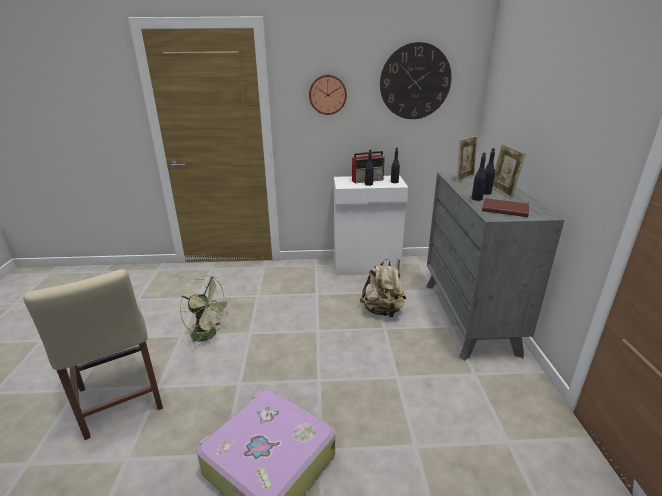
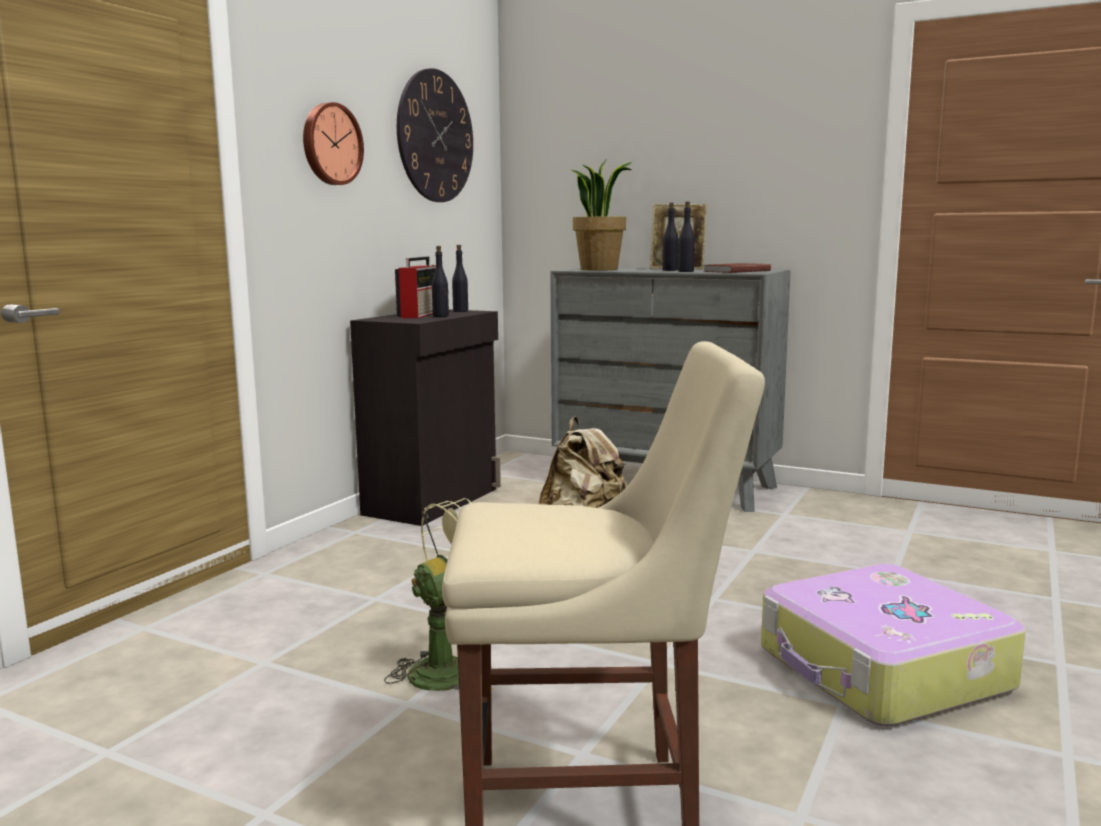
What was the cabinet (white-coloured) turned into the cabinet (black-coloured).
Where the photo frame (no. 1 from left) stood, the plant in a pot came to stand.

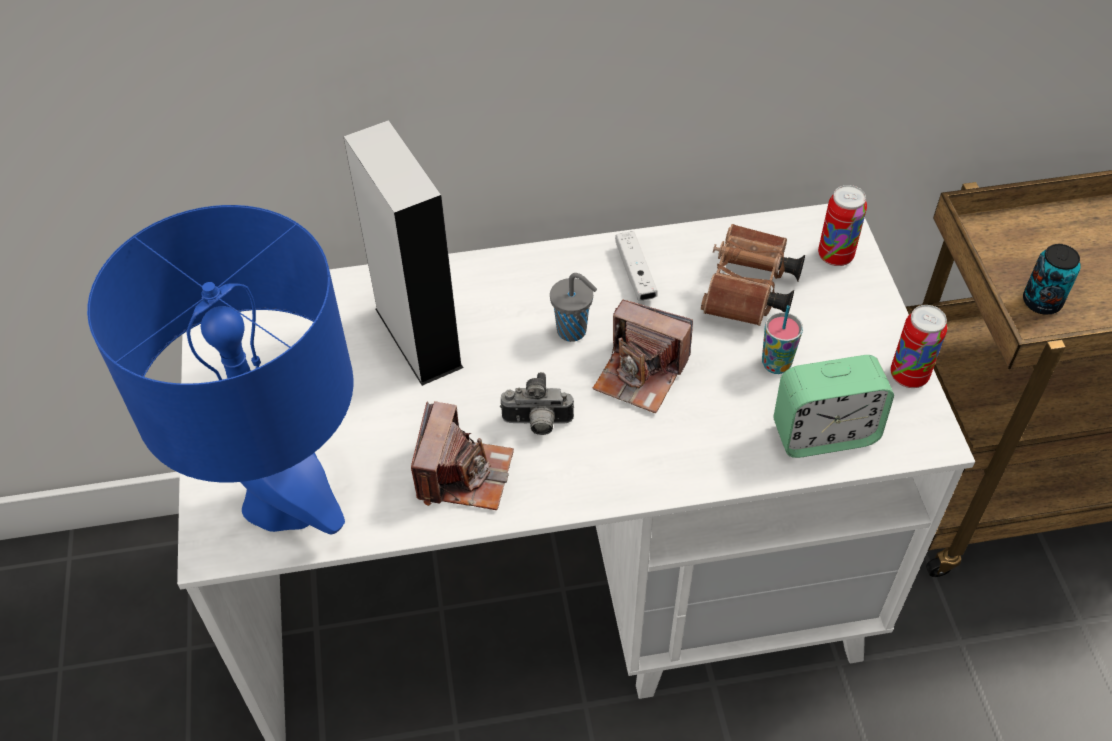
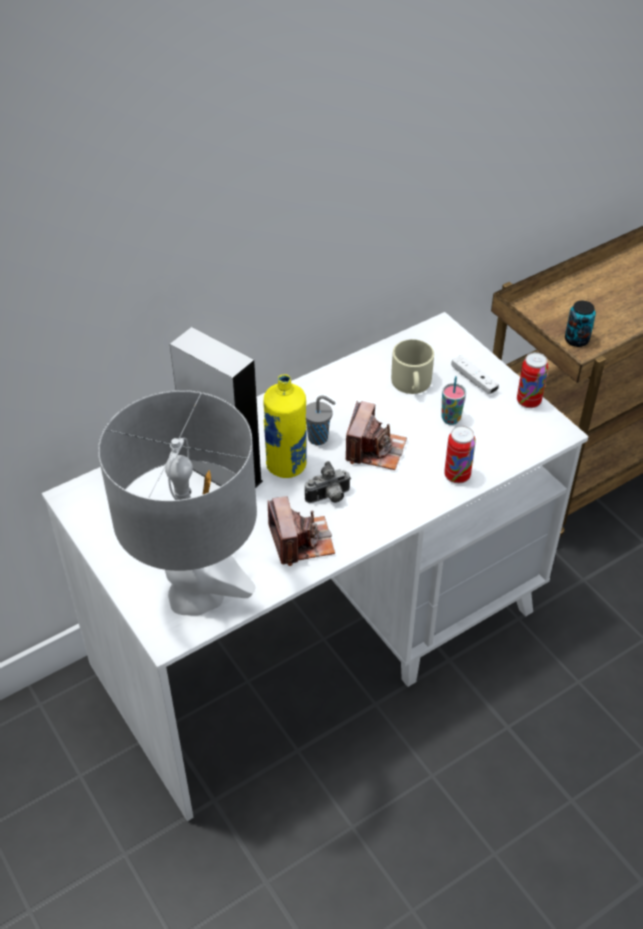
What was the table lamp (blue-coloured) turned into the table lamp (gray).
The second view gained the bottle (yellowish).
The photo camera (no. 3 from left) ended up facing another way, 75 degrees counterclockwise from before.
Where the field glasses (brownish) stood, the coffee mug (beige-coloured) came to stand.
The sealed can (no. 1 from left) ended up elsewhere.
The joypad (white-coloured) ended up elsewhere.
The second view lost the bedside clock.

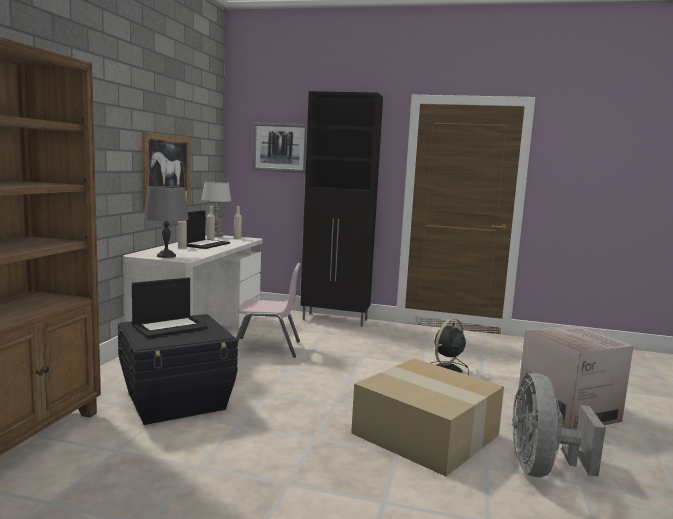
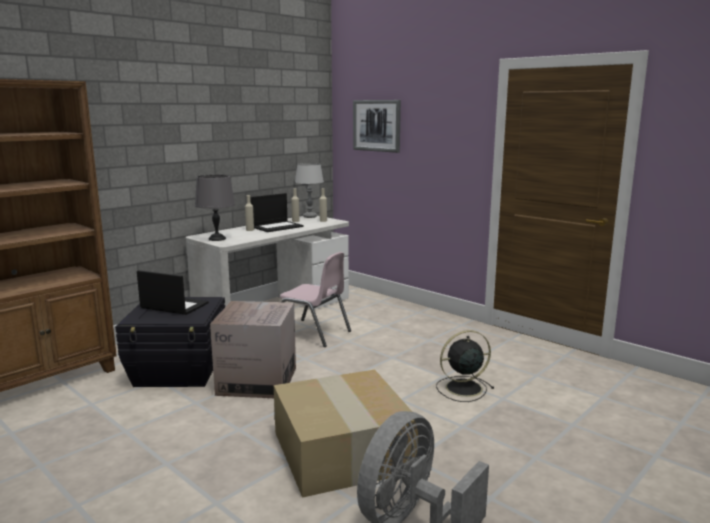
The notebook computer (no. 1 from left) ended up facing another way, 150 degrees counterclockwise from before.
The cardboard box (no. 2 from left in the first image) ended up elsewhere.
The second view lost the wall art (no. 1 from left).
The second view lost the cabinet (black-coloured).

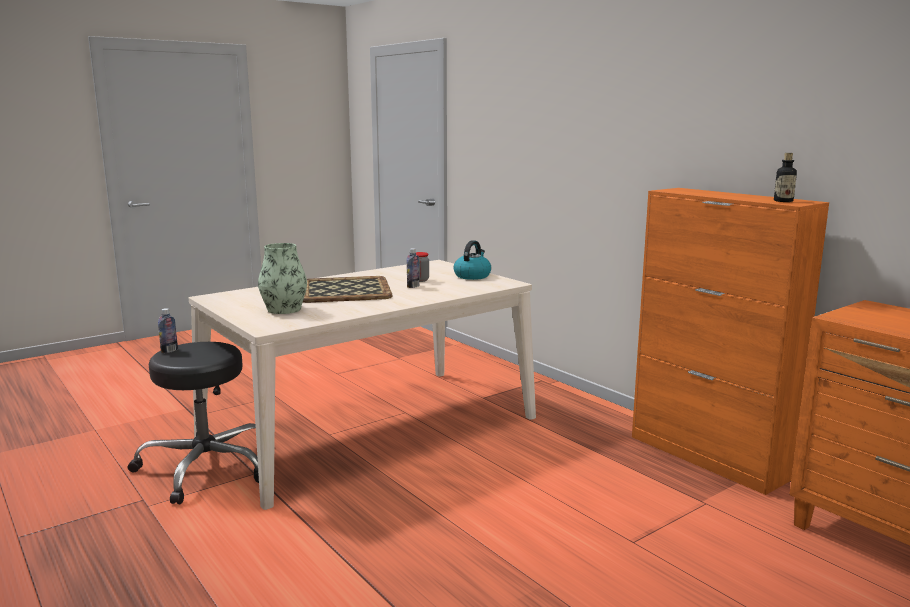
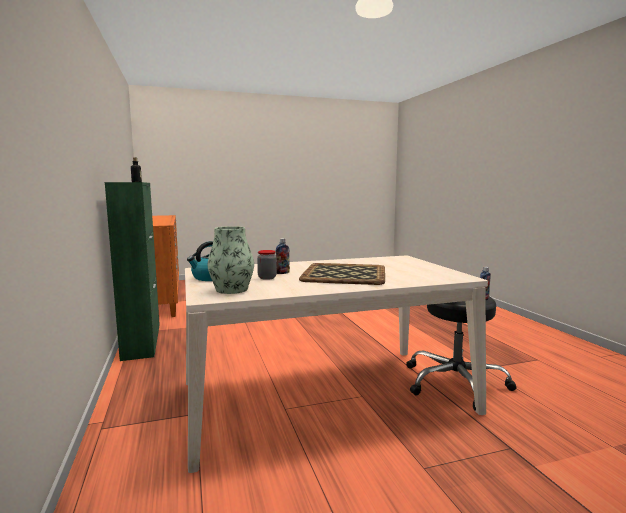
What was the cabinet (orange) turned into the cabinet (green).
The flower vase ended up elsewhere.

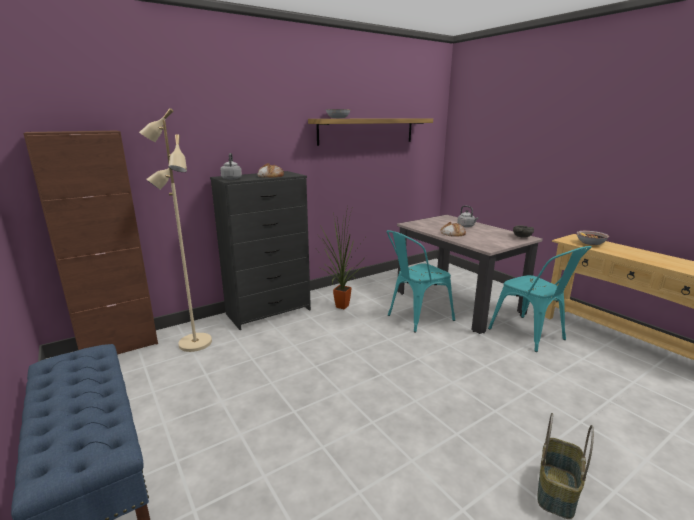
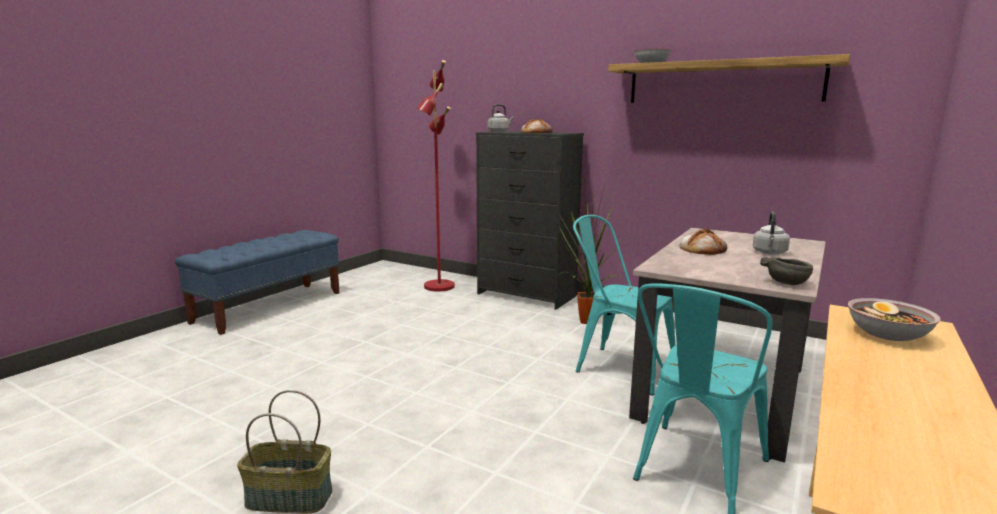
What was the standard lamp (beige-coloured) turned into the standard lamp (red).
The second view lost the cabinet (brownish).

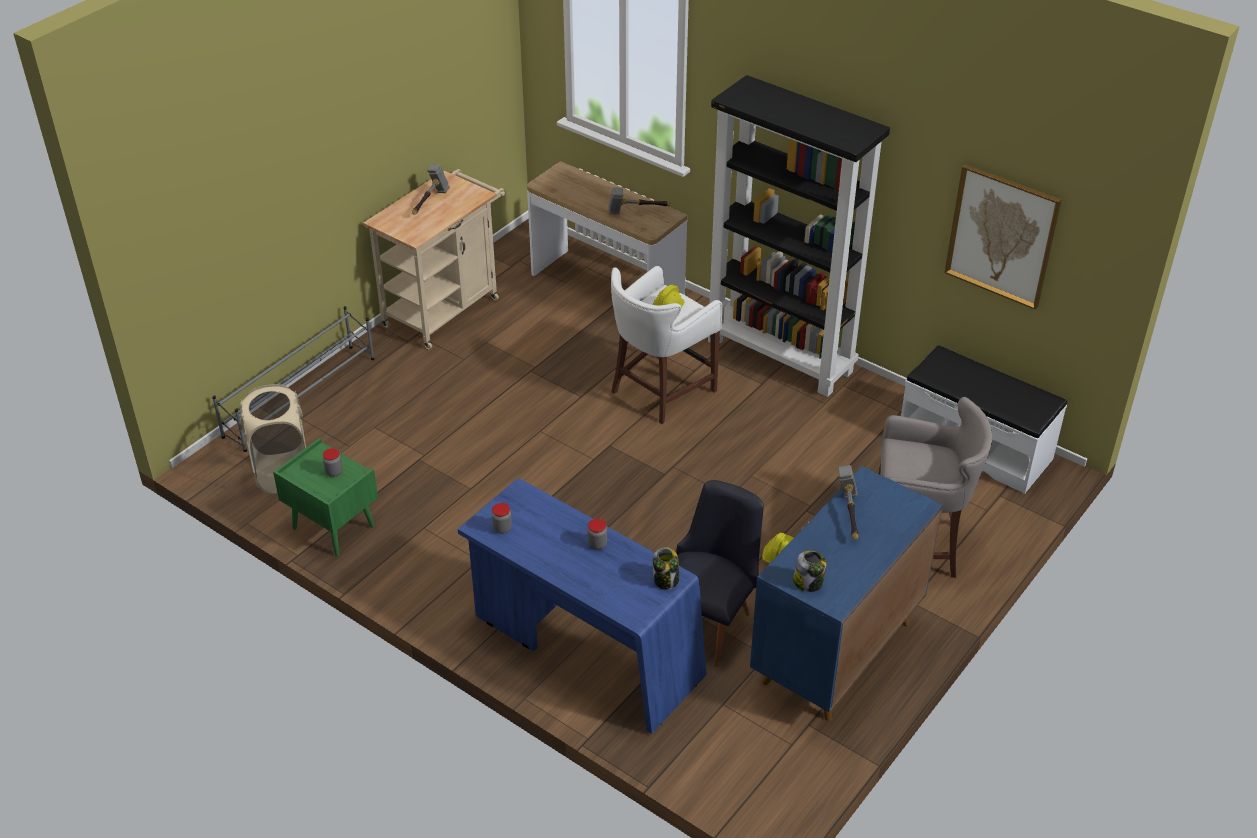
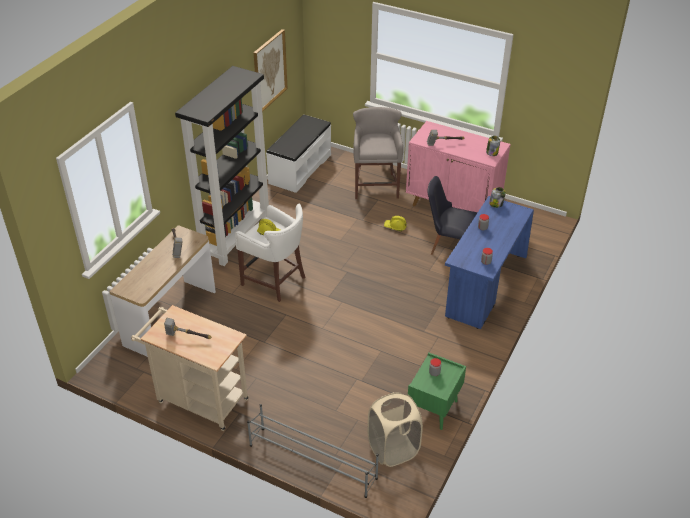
What was the cabinet (blue-coloured) turned into the cabinet (pink).

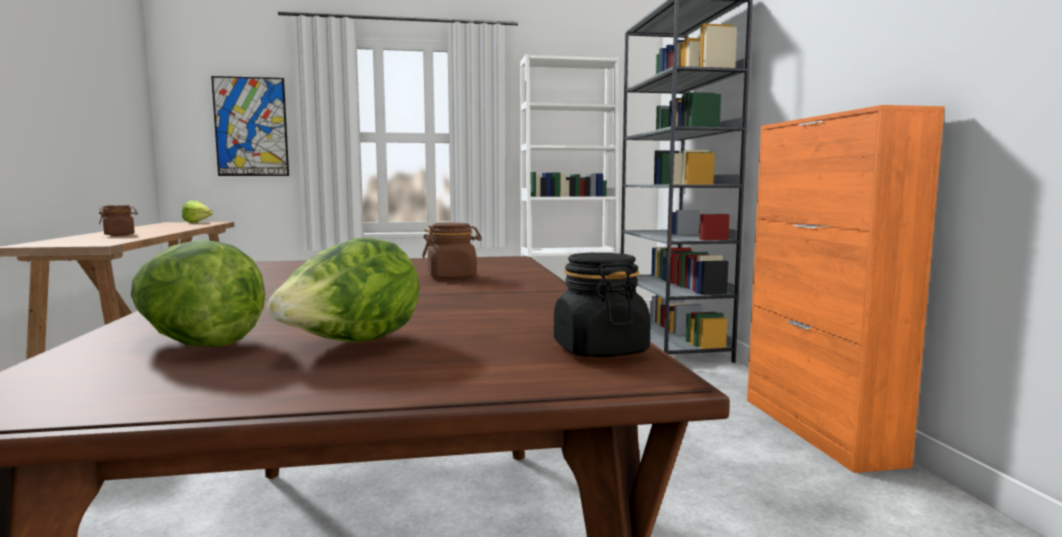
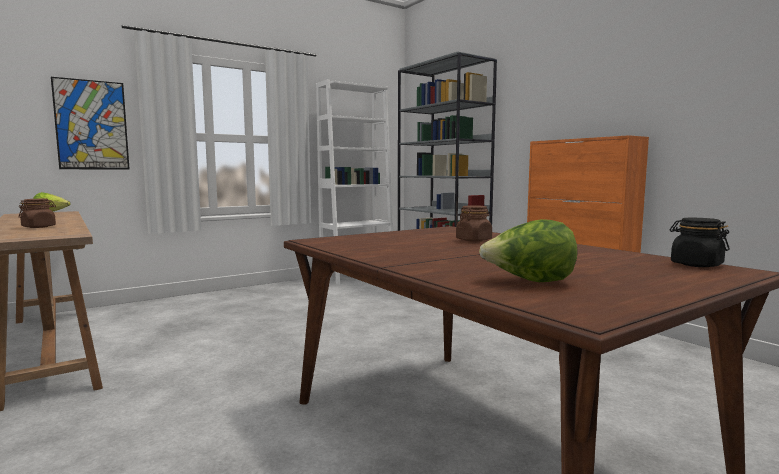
The second view lost the head of lettuce (no. 3 from left).

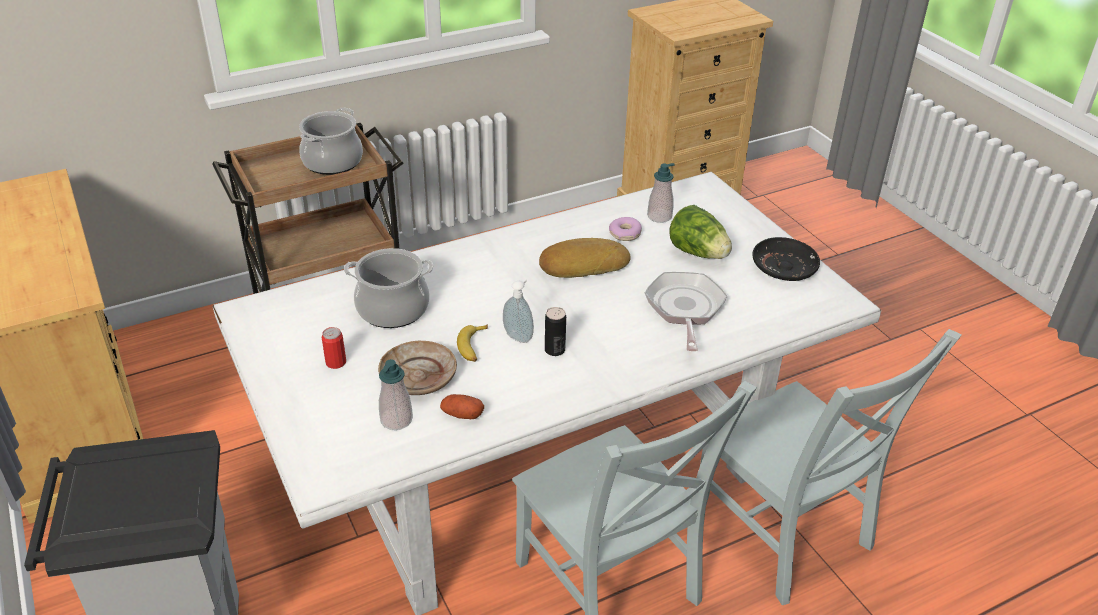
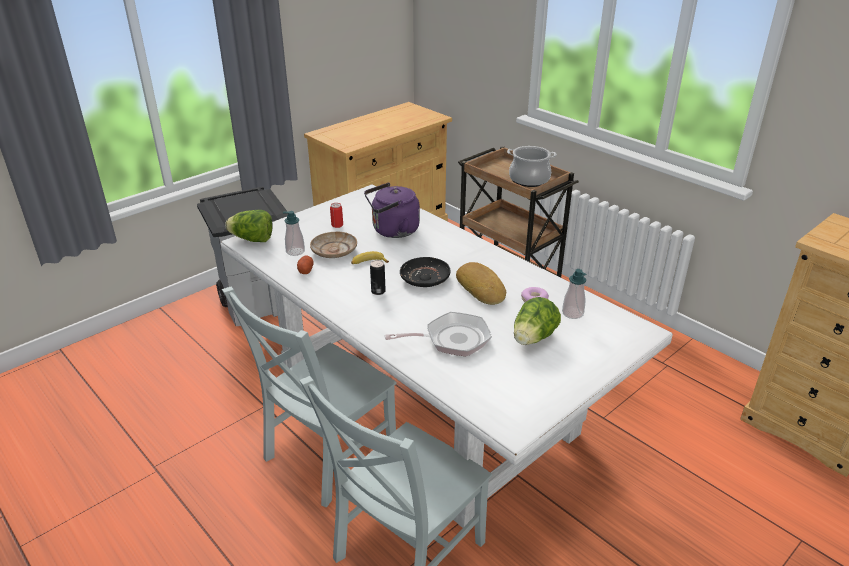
The second view gained the head of lettuce (no. 1 from left).
Where the stockpot (no. 2 from left) stood, the tea kettle (purple) came to stand.
The dinner plate (black-coloured) ended up elsewhere.
The second view lost the soap bottle (no. 2 from left).

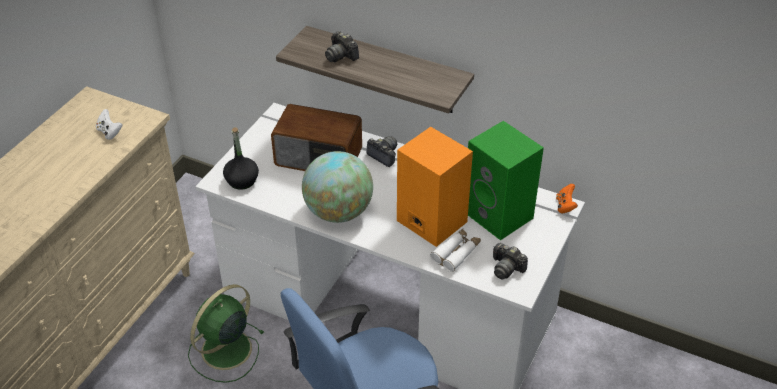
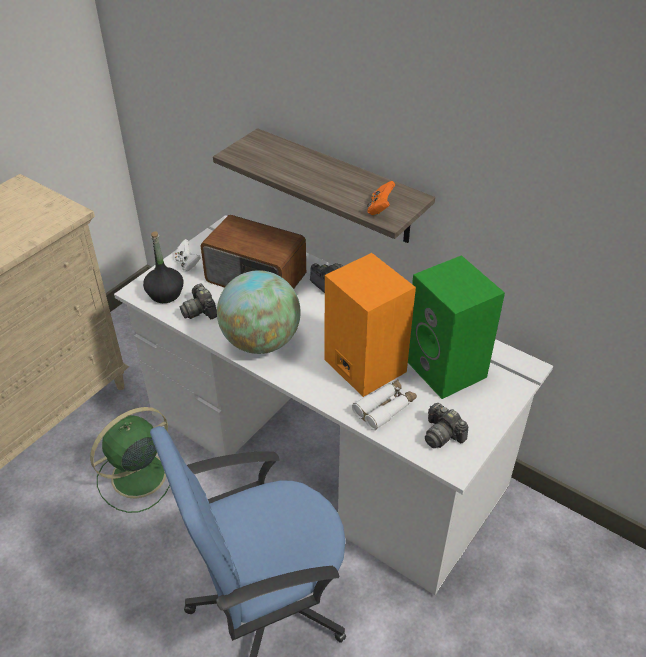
The joypad (white-coloured) ended up elsewhere.
The photo camera (no. 1 from left) ended up elsewhere.
The joypad (orange) ended up elsewhere.

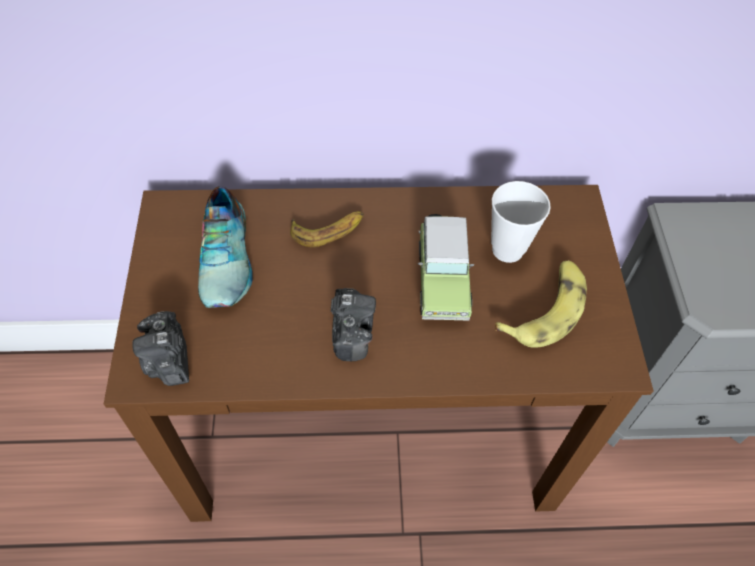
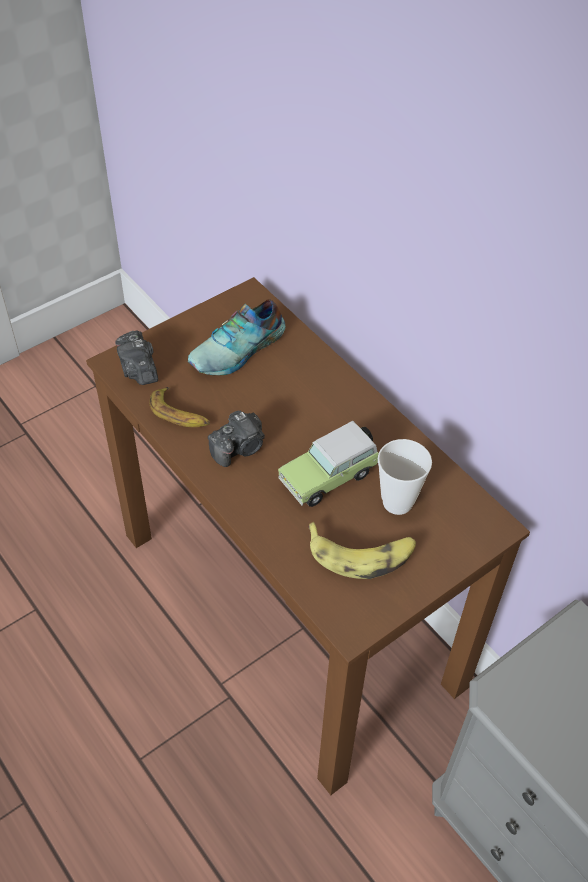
The photo camera (no. 1 from left) ended up facing another way, 60 degrees counterclockwise from before.
The banana (no. 1 from left) ended up elsewhere.

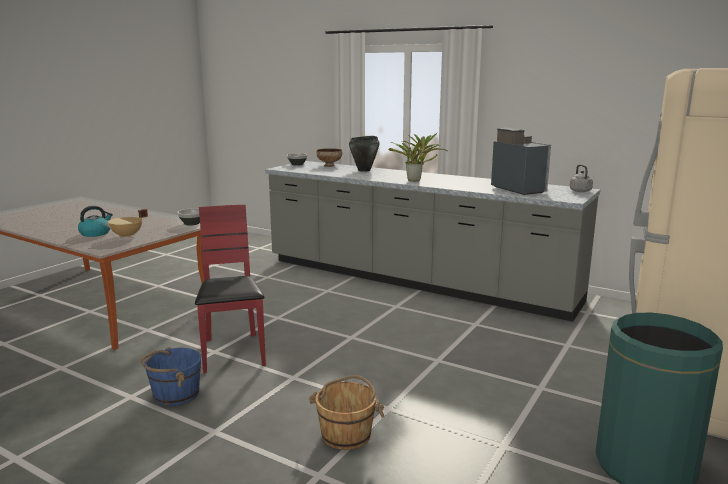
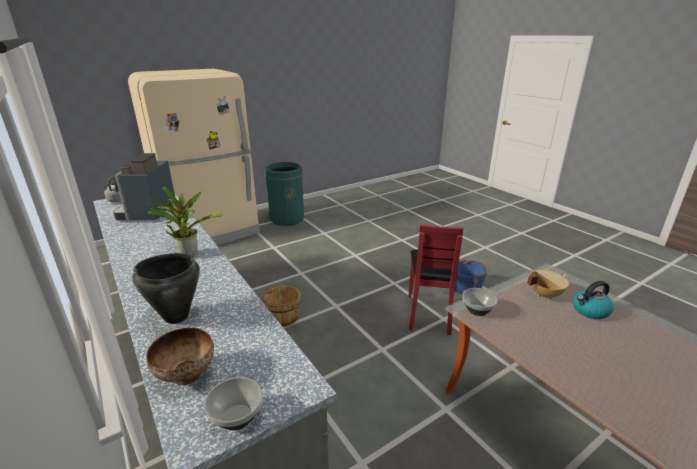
The pail (brownish) ended up elsewhere.

